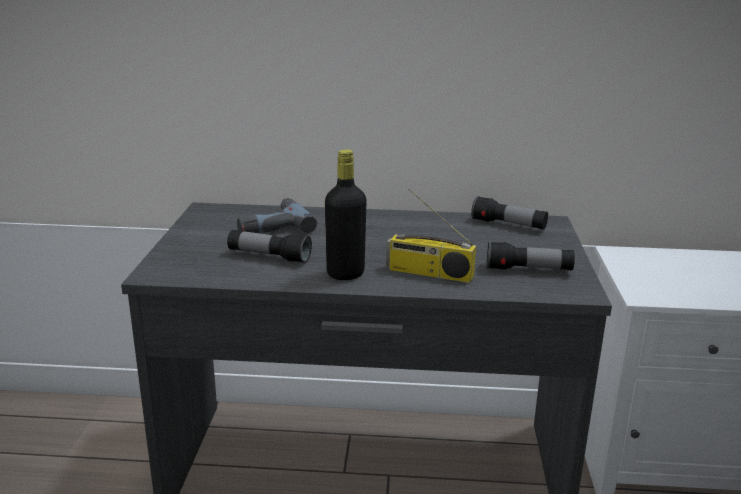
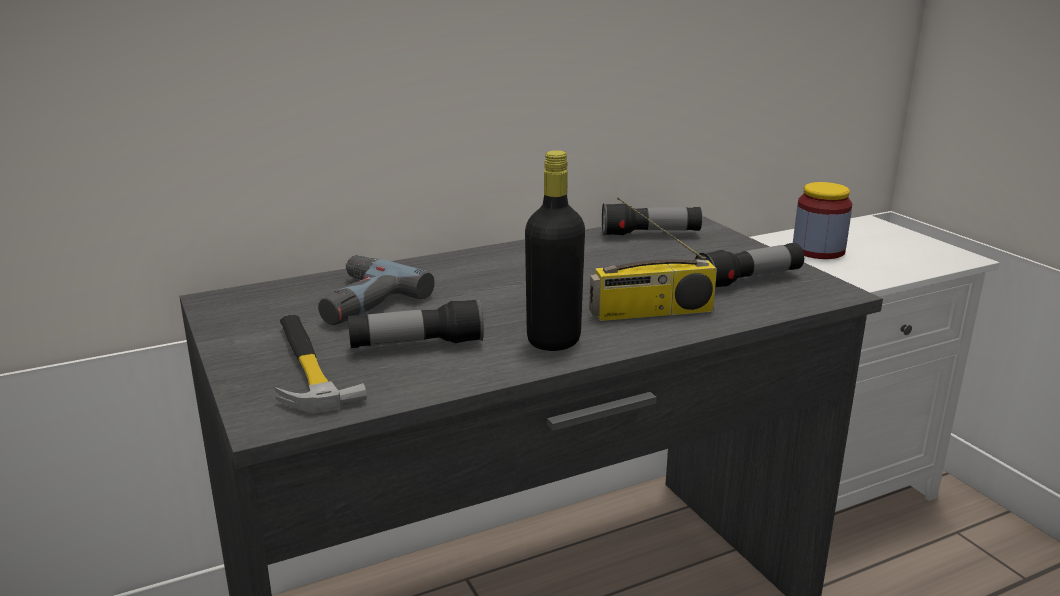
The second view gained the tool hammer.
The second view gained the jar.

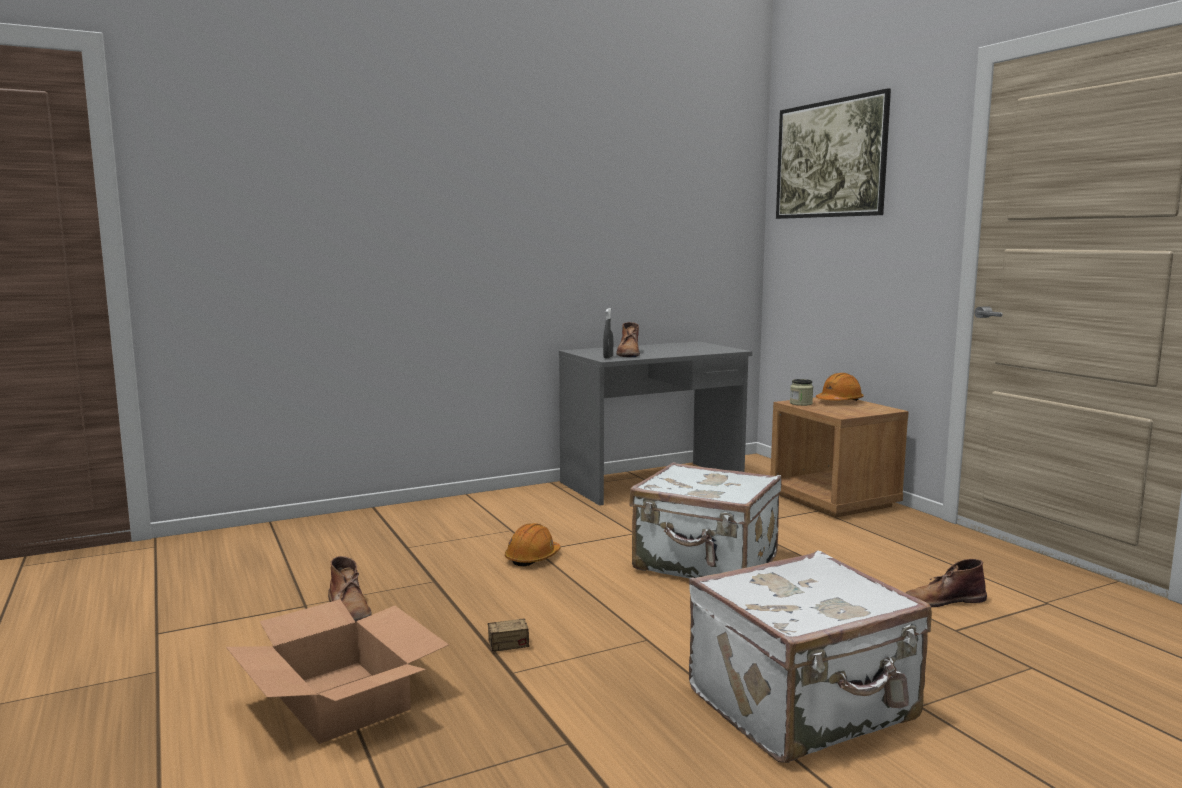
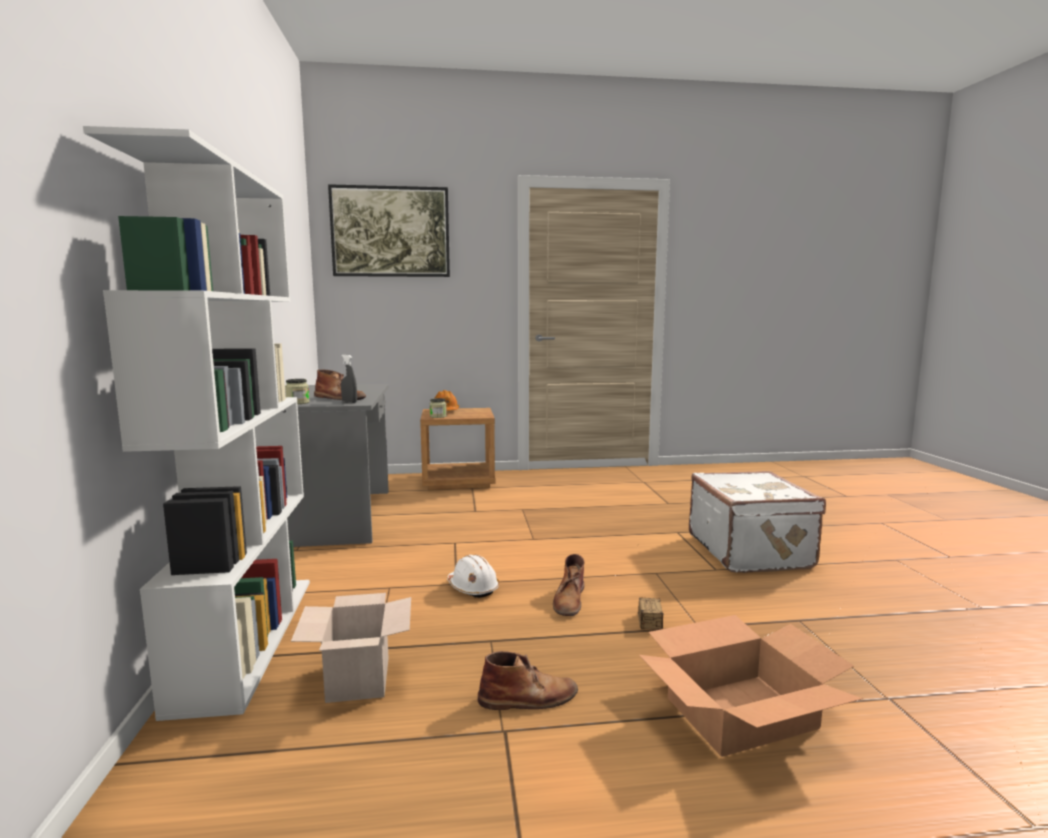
The second view gained the bookshelf (white-coloured).
The second view gained the jar (no. 1 from left).
The second view gained the cardboard box (no. 1 from left).
What was the hard hat (orange) (no. 1 from left) turned into the hard hat (white-coloured).
The boot (brownish) (no. 3 from left) ended up elsewhere.
The second view lost the piece of luggage (white-coloured) (no. 1 from left).

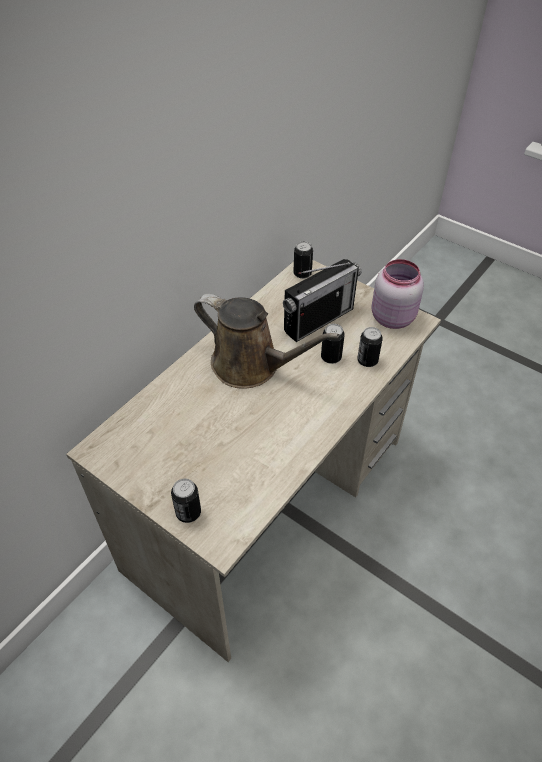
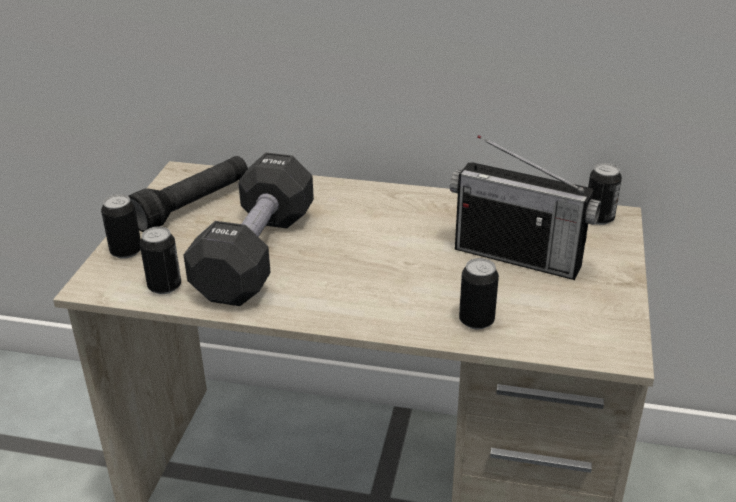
The second view gained the hand torch (black-coloured).
The sealed can (no. 3 from left in the first image) ended up elsewhere.
The second view gained the dumbbell (black-coloured).
The second view lost the sprinkling can (brownish).
The second view lost the jar (pink).

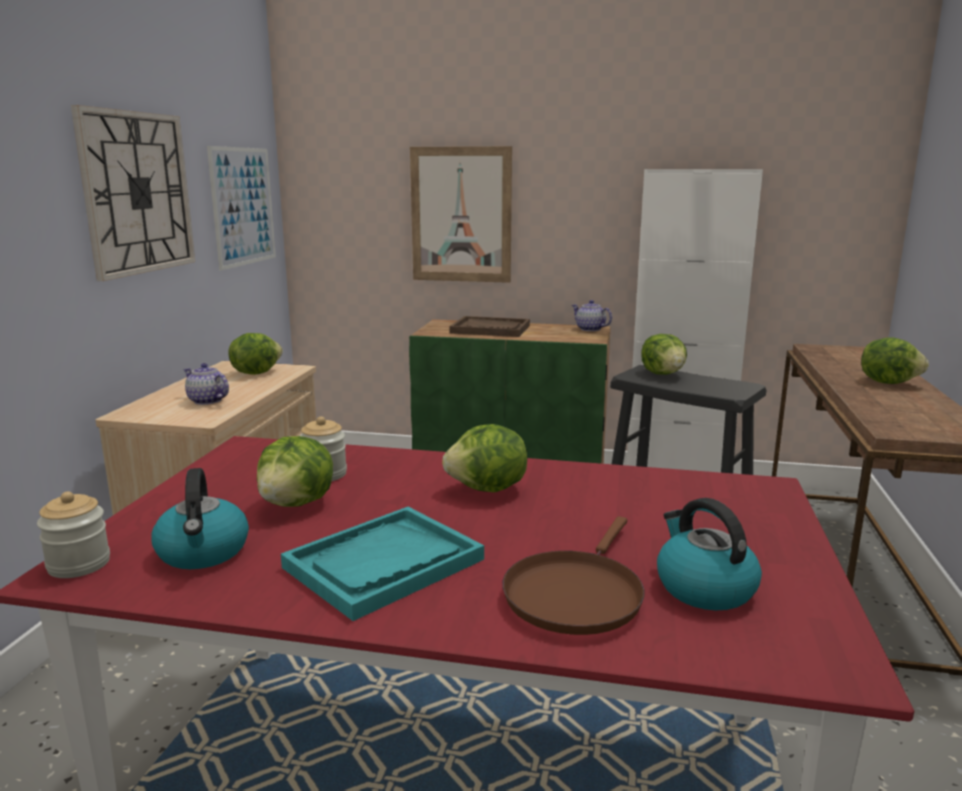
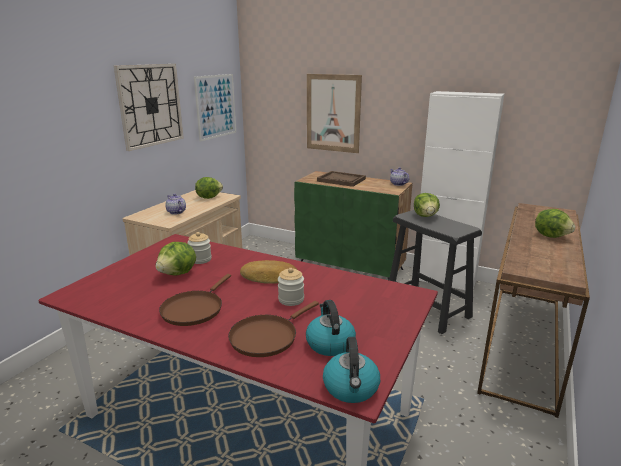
Where the serving tray (turquoise-coloured) stood, the skillet (brownish) (no. 1 from left) came to stand.
Where the head of lettuce (no. 3 from left) stood, the baked bread came to stand.
The jar (no. 1 from left in the first image) ended up elsewhere.
The tea kettle (no. 1 from left in the first image) ended up elsewhere.

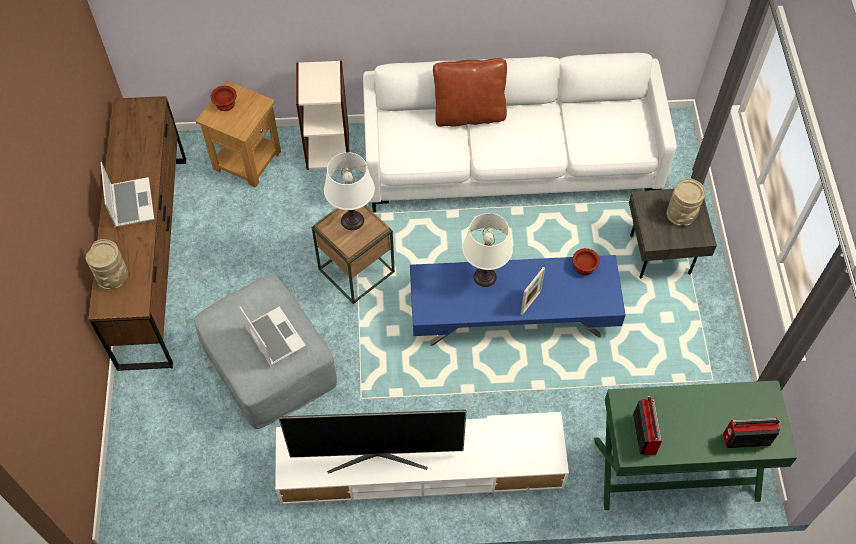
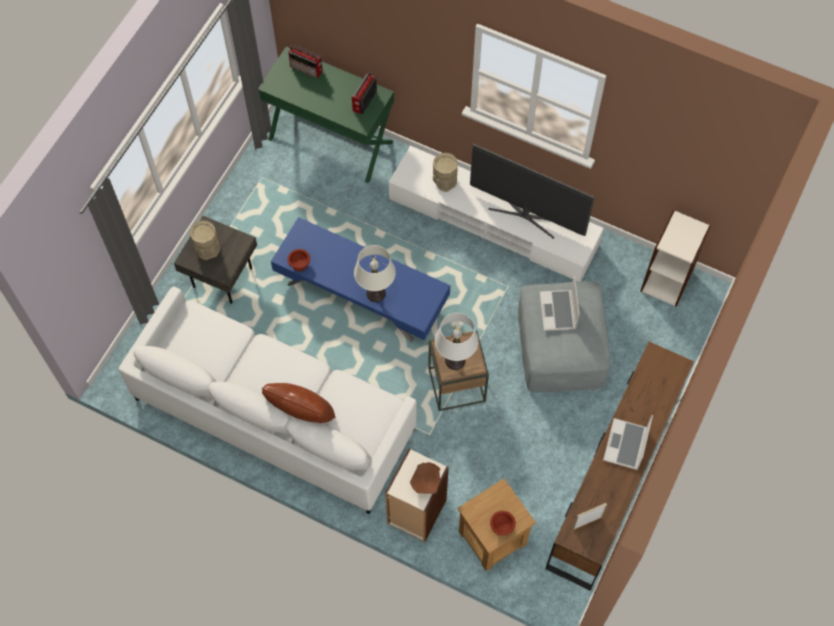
The second view gained the deep dish (brownish) (no. 2 from left).
The flower vase (beige-coloured) (no. 1 from left in the first image) ended up elsewhere.
The photo frame ended up elsewhere.
The second view gained the bookshelf (no. 2 from left).

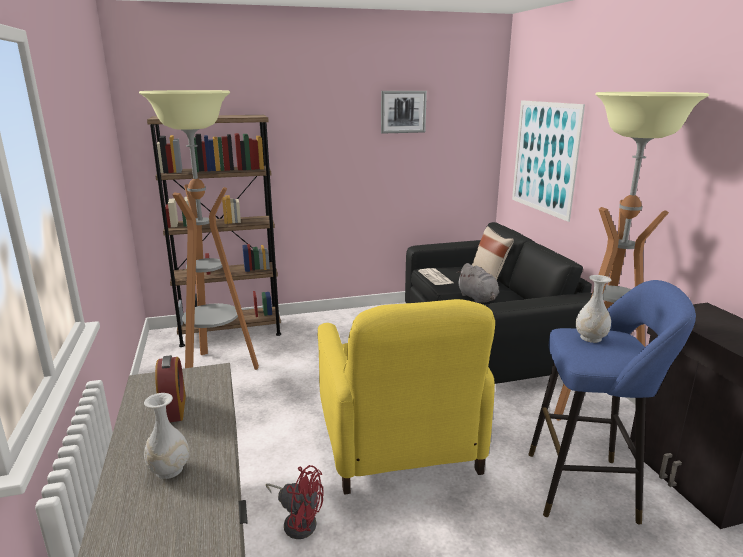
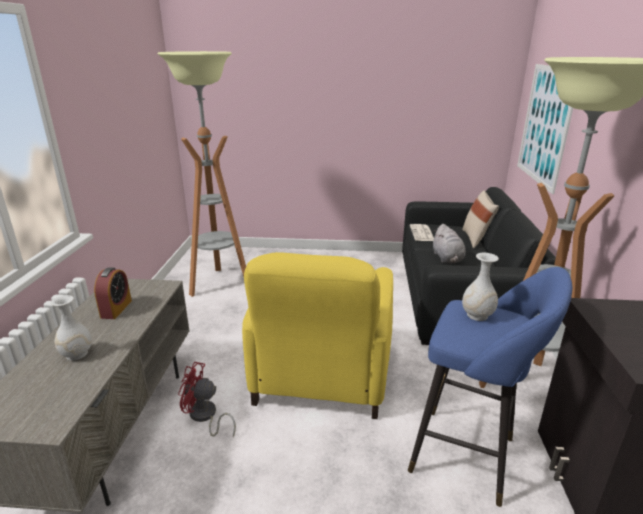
The cooling fan (red) ended up facing another way, 150 degrees clockwise from before.
The second view lost the bookshelf (brownish).
The second view lost the wall art (no. 1 from left).

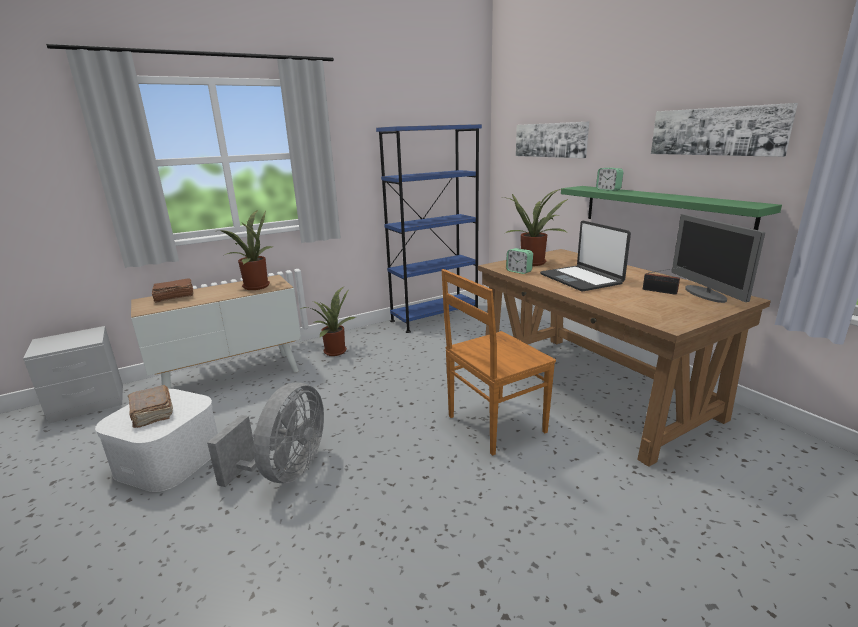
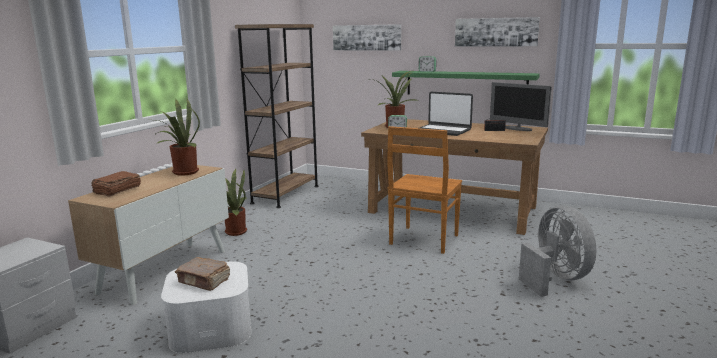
What was the bookshelf (blue-coloured) turned into the bookshelf (brownish).
The cooling fan (gray) ended up elsewhere.

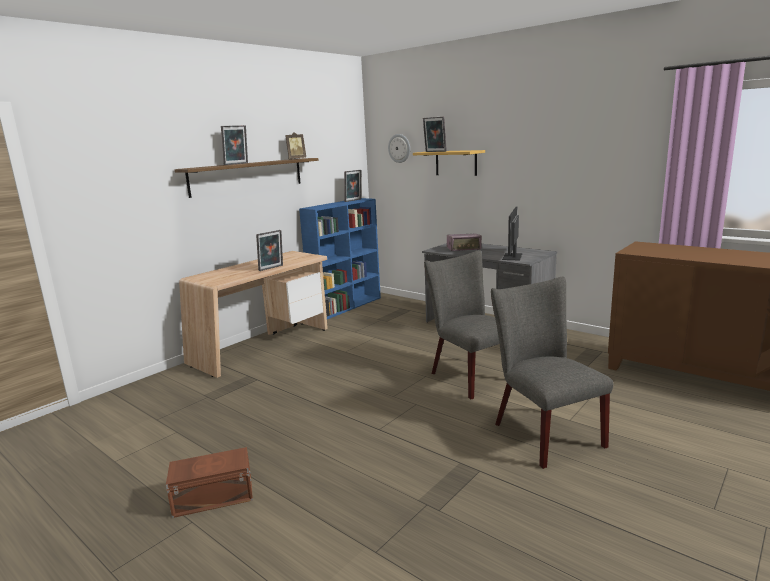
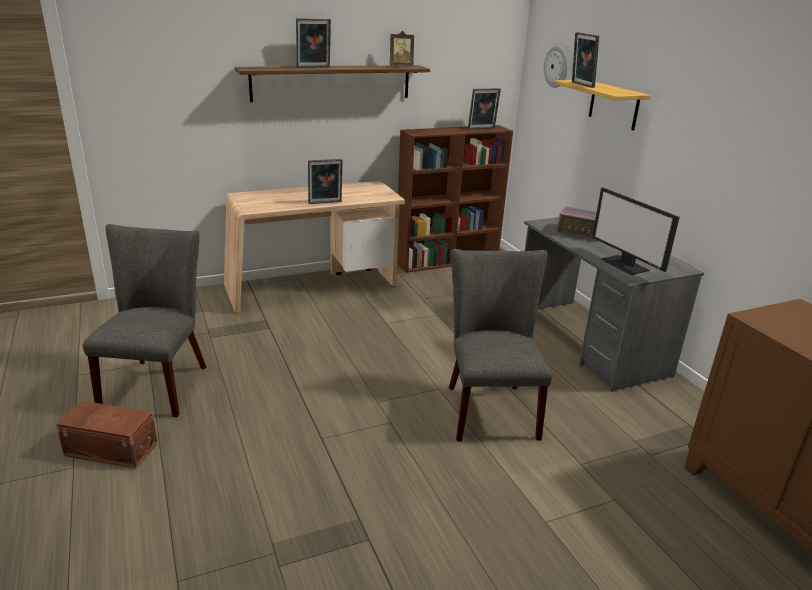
The chair (gray) (no. 2 from left in the first image) ended up elsewhere.
What was the bookshelf (blue-coloured) turned into the bookshelf (brownish).
The monitor ended up facing another way, 75 degrees counterclockwise from before.

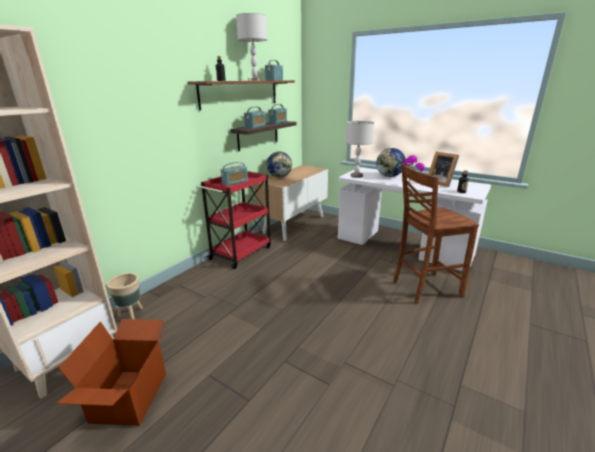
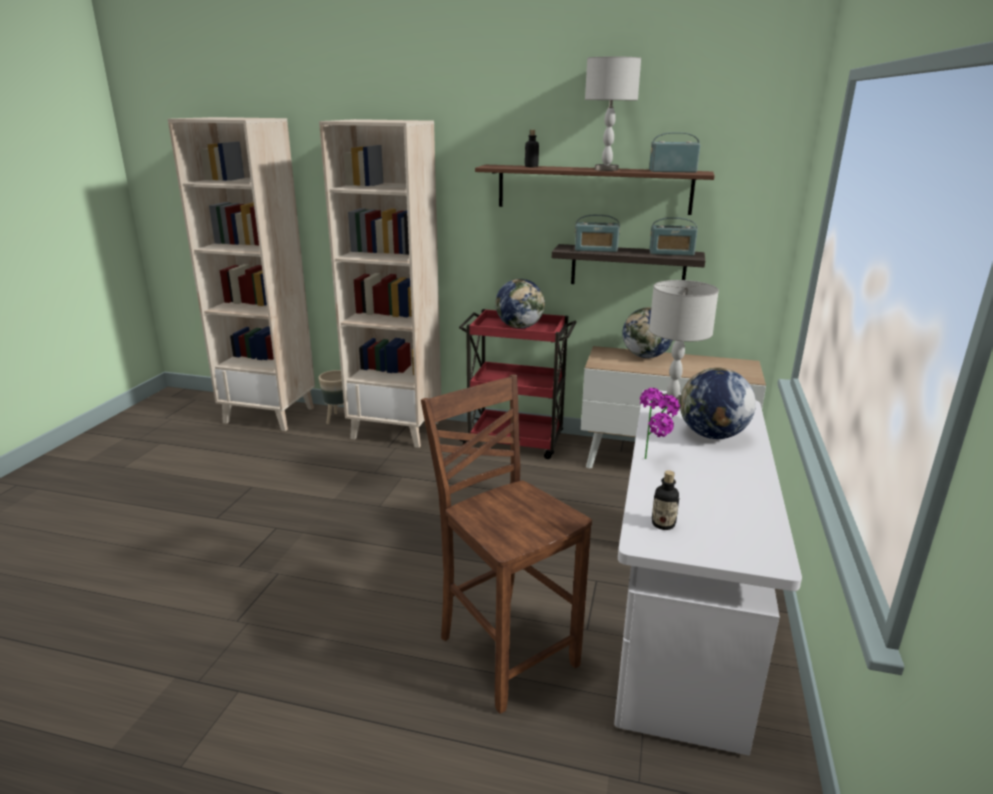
The second view gained the bookshelf (beige-coloured) (no. 2 from left).
Where the radio receiver (no. 1 from left) stood, the desk globe (no. 1 from left) came to stand.
The second view lost the cardboard box.
The second view lost the photo frame.

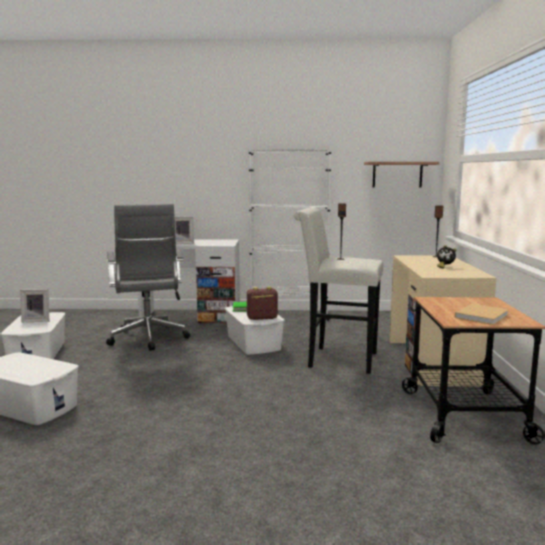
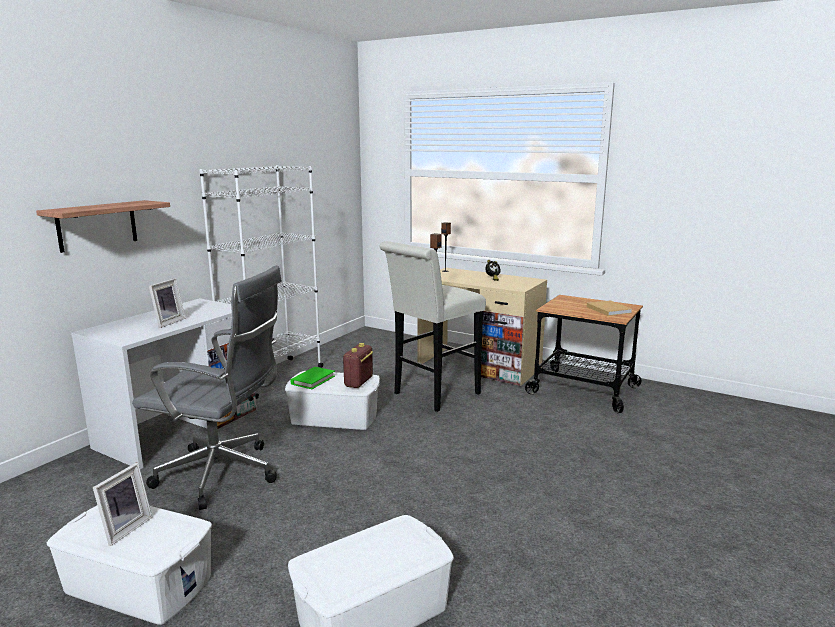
The bracket shelf ended up elsewhere.

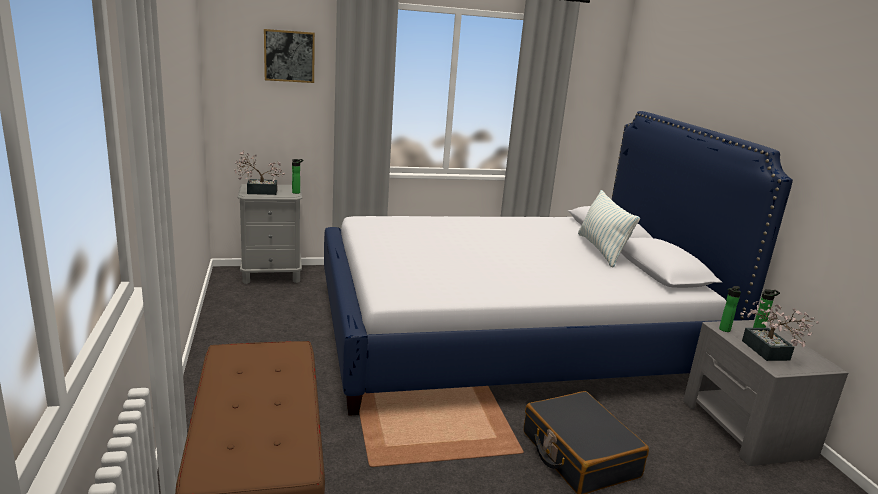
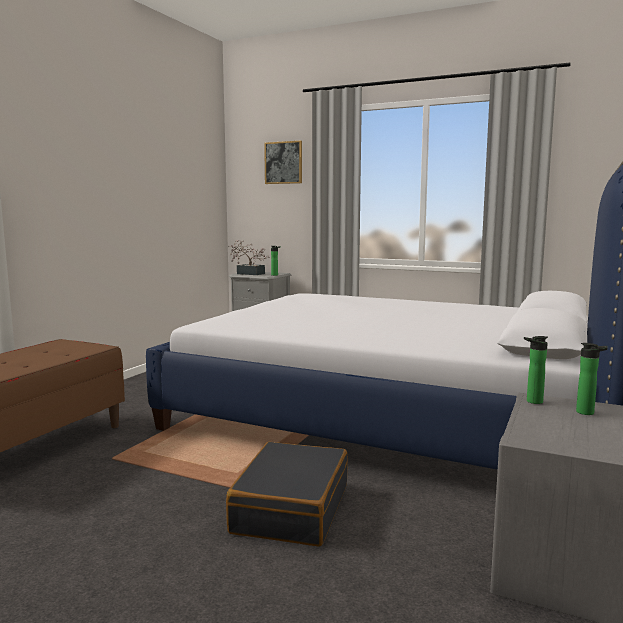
The second view lost the pillow.
The second view lost the plant in a pot (no. 2 from left).

